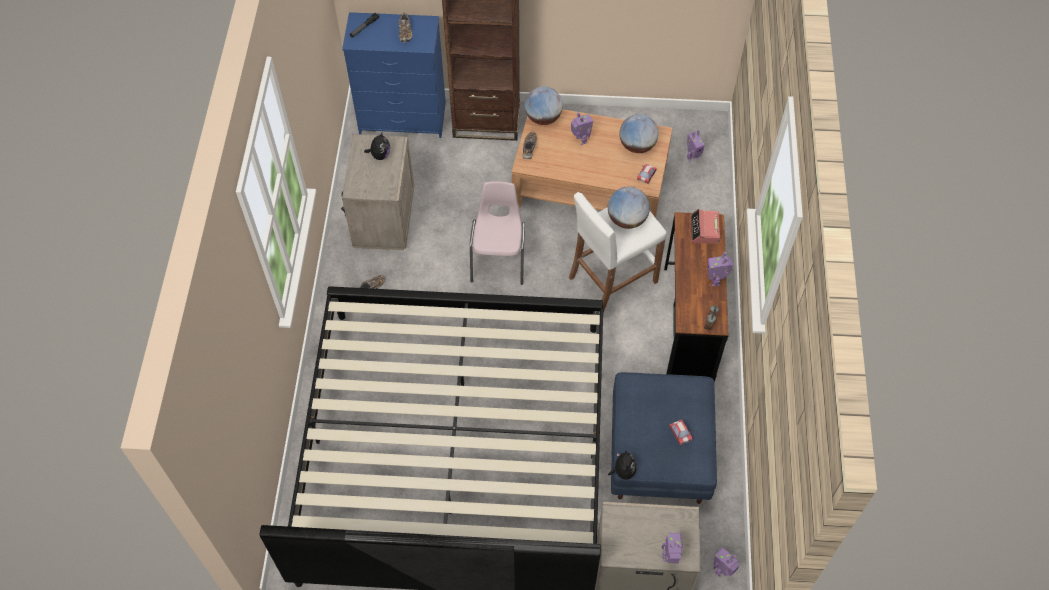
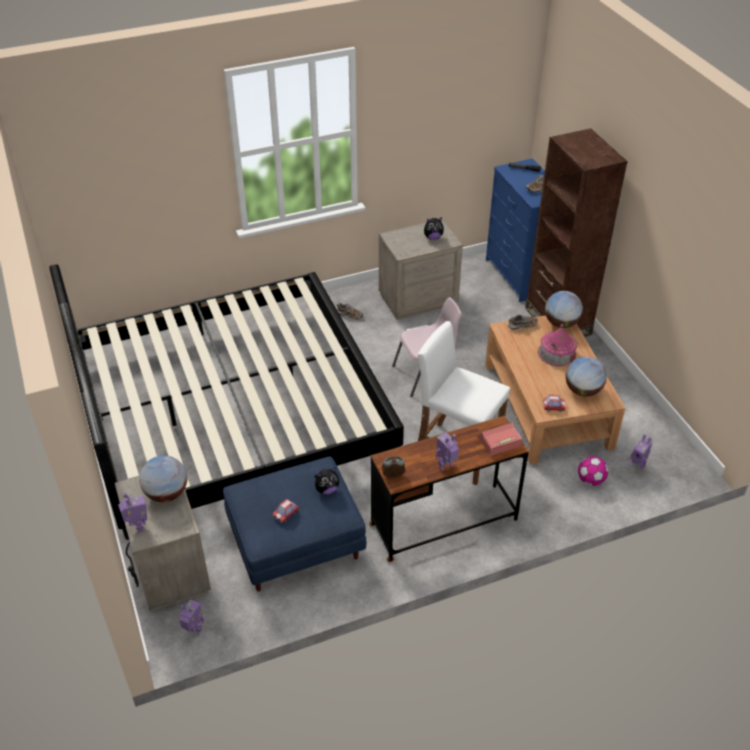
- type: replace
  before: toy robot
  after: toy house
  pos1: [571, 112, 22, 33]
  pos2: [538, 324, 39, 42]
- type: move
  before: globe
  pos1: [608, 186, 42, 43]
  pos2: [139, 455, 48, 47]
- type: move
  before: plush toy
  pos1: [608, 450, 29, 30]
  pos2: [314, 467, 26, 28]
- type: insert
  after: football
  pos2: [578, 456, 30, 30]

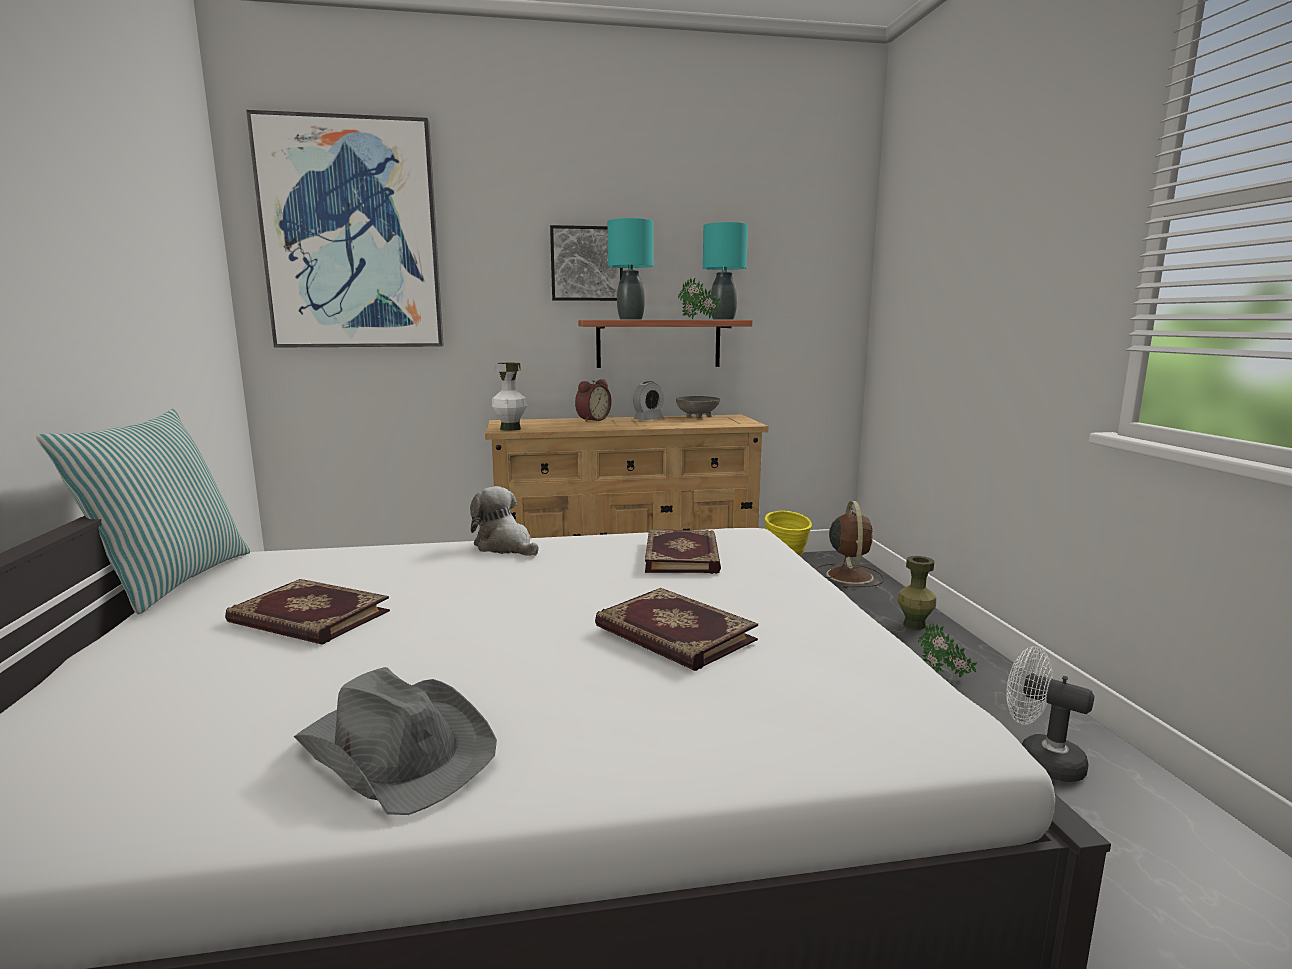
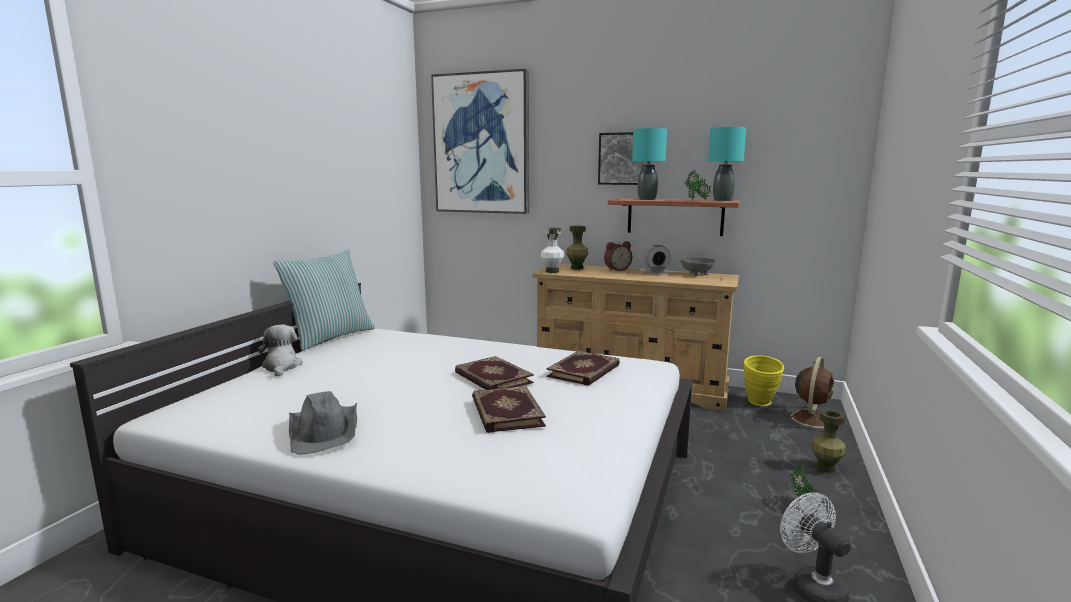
- type: move
  before: plush toy
  pos1: [470, 486, 69, 70]
  pos2: [258, 325, 45, 52]
- type: move
  before: book
  pos1: [225, 579, 165, 65]
  pos2: [455, 356, 79, 34]
- type: insert
  after: green vase
  pos2: [566, 226, 23, 44]

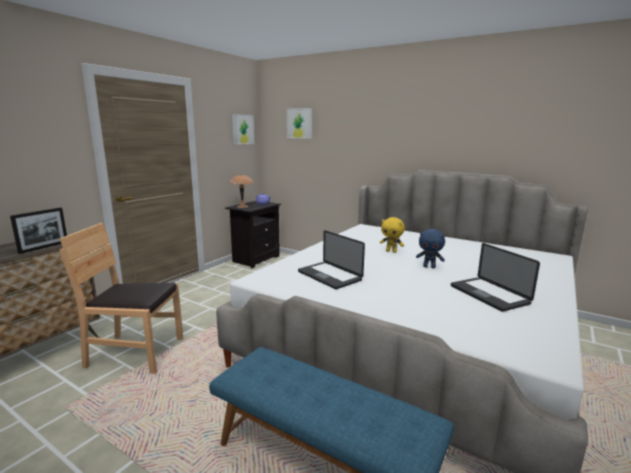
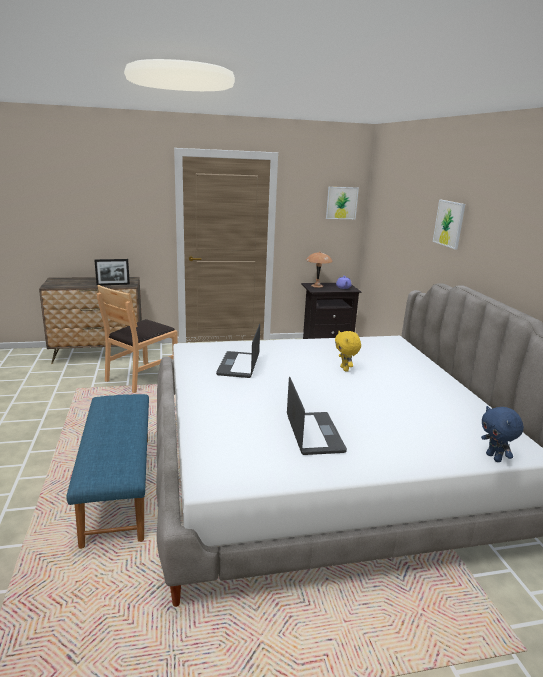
- type: move
  before: picture
  pos1: [287, 108, 25, 31]
  pos2: [433, 200, 32, 49]
- type: rotate
  before: brown chair
  pos1: [60, 223, 123, 151]
  pos2: [96, 285, 82, 108]
  turn: -105
- type: move
  before: blue plush toy
  pos1: [416, 229, 29, 39]
  pos2: [481, 406, 43, 56]
- type: rotate
  before: laptop
  pos1: [451, 243, 89, 69]
  pos2: [287, 377, 60, 78]
  turn: 150

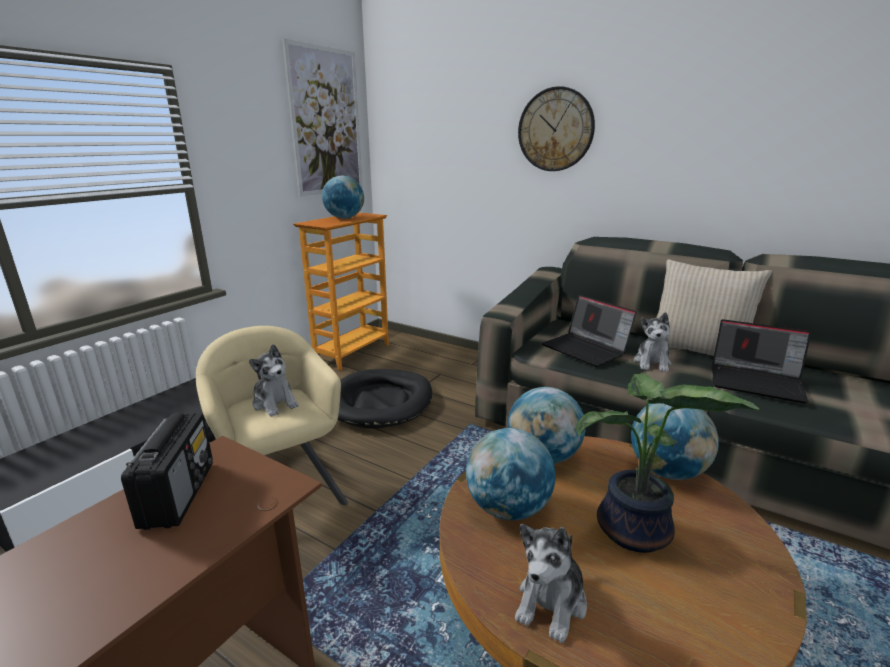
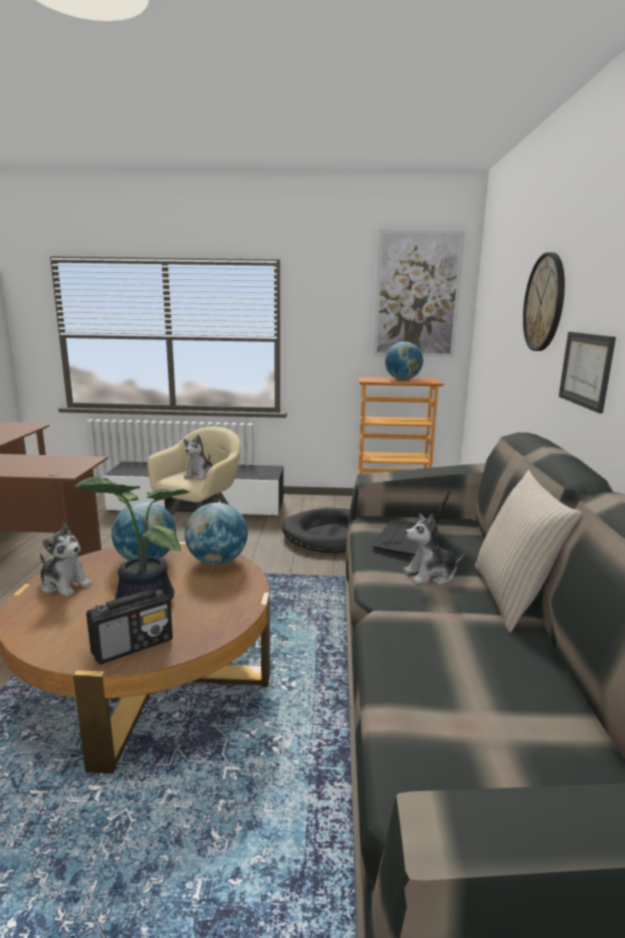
- type: delete
  before: laptop
  pos1: [712, 319, 99, 85]
- type: delete
  before: globe
  pos1: [631, 403, 88, 77]
- type: move
  before: radio
  pos1: [121, 413, 92, 117]
  pos2: [86, 589, 87, 75]
- type: rotate
  before: plush toy
  pos1: [515, 524, 72, 119]
  pos2: [40, 523, 53, 74]
  turn: -150
- type: insert
  after: picture
  pos2: [559, 332, 57, 82]

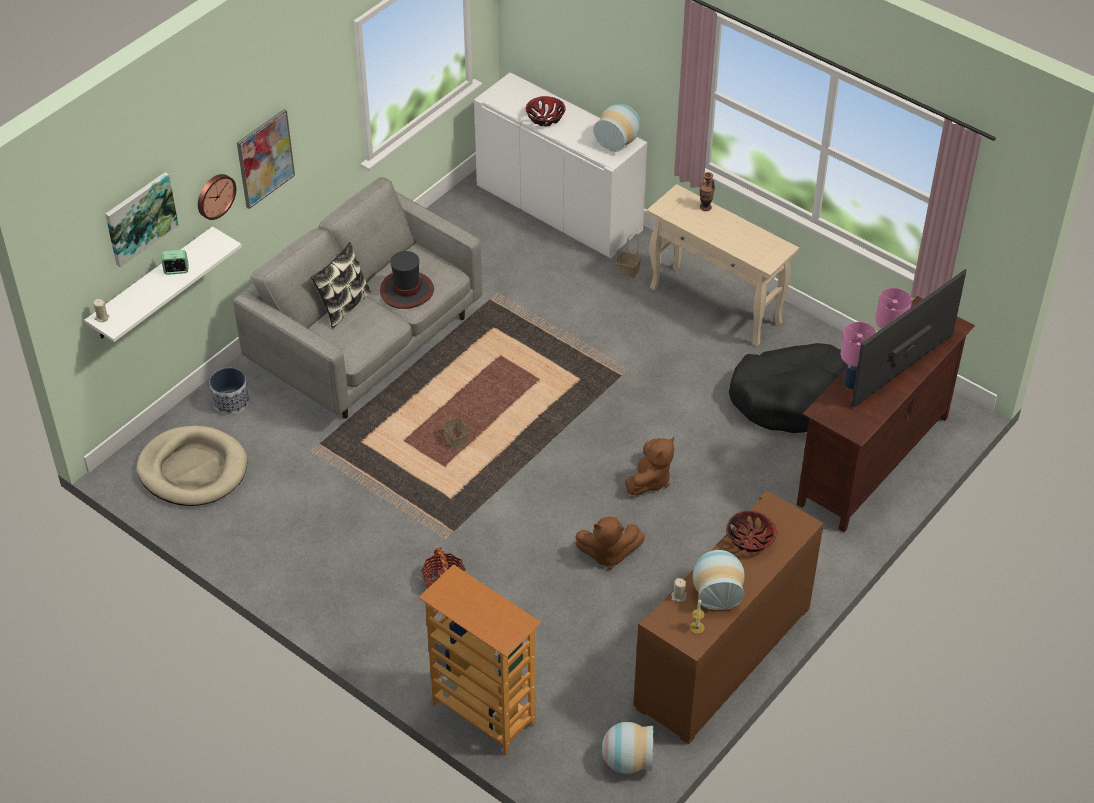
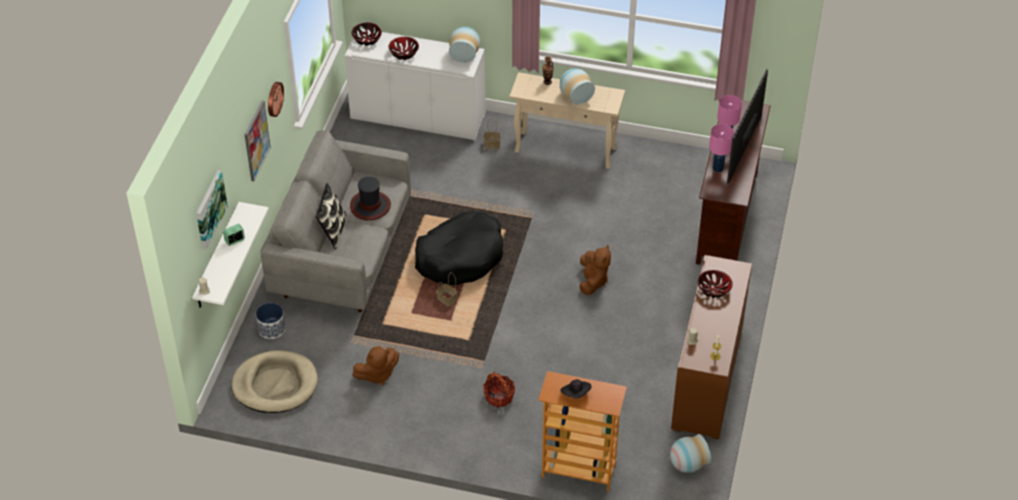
- type: move
  before: wall clock
  pos1: [198, 174, 38, 46]
  pos2: [268, 82, 16, 35]
- type: move
  before: black dog bed
  pos1: [729, 343, 118, 90]
  pos2: [415, 211, 88, 74]
- type: move
  before: brown plush toy
  pos1: [575, 516, 70, 54]
  pos2: [353, 346, 46, 39]
- type: move
  before: vase
  pos1: [693, 550, 52, 60]
  pos2: [560, 68, 35, 37]
- type: insert
  after: bowl
  pos2: [351, 22, 31, 24]
- type: insert
  after: black hat
  pos2: [560, 379, 32, 19]

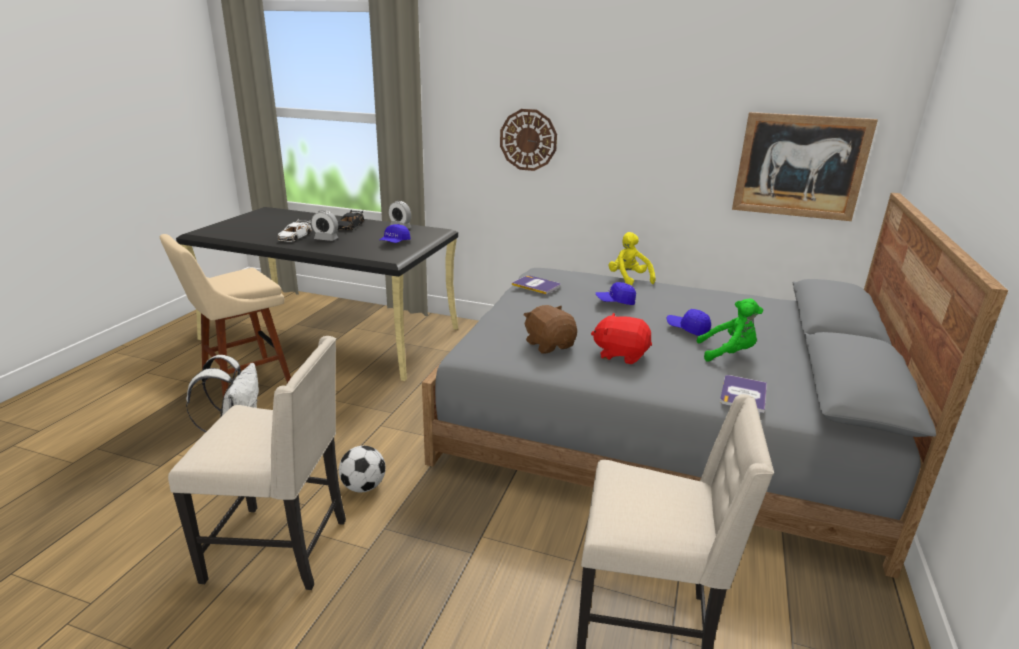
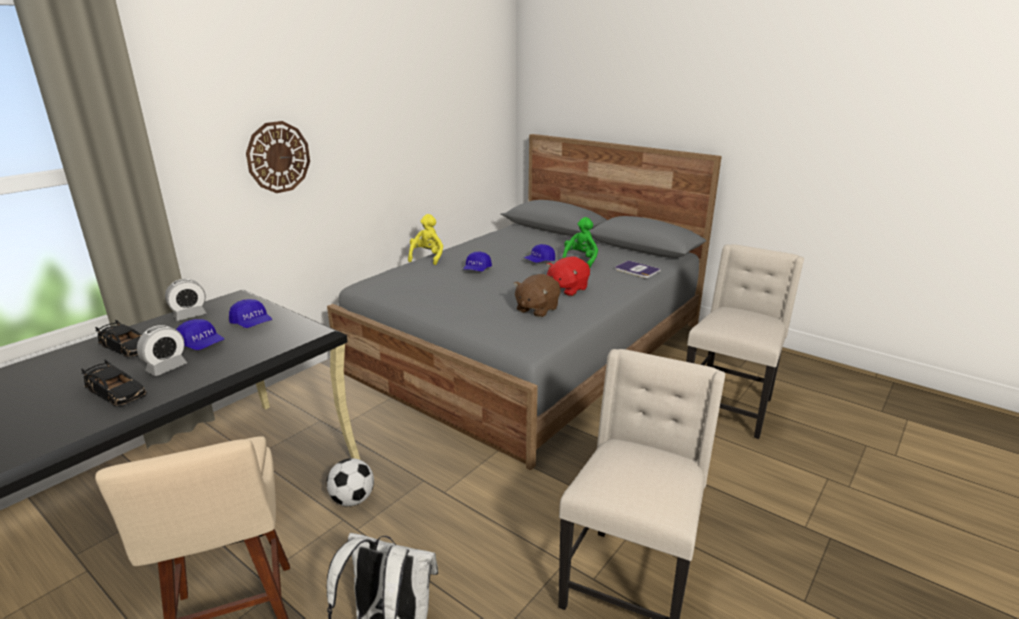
- type: delete
  before: picture
  pos1: [732, 112, 146, 109]
- type: recolor
  before: white toy car
  after: black toy car
  pos1: [278, 219, 34, 23]
  pos2: [81, 360, 66, 46]
- type: rotate
  before: yellow plush toy
  pos1: [609, 232, 47, 54]
  pos2: [408, 214, 35, 51]
  turn: 105
- type: delete
  before: book
  pos1: [512, 275, 48, 20]
- type: rotate
  before: brown plush toy
  pos1: [523, 305, 54, 49]
  pos2: [513, 274, 48, 43]
  turn: -45
- type: move
  before: football
  pos1: [339, 446, 47, 47]
  pos2: [326, 458, 48, 48]
- type: insert
  after: blue cap
  pos2: [176, 319, 48, 31]

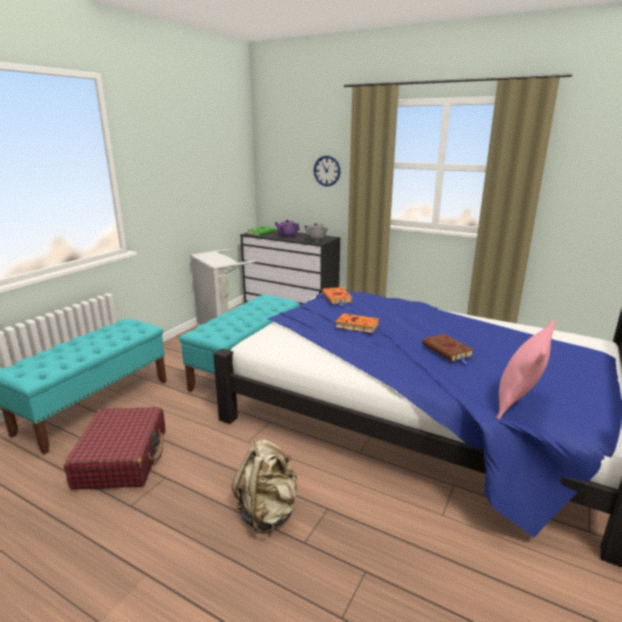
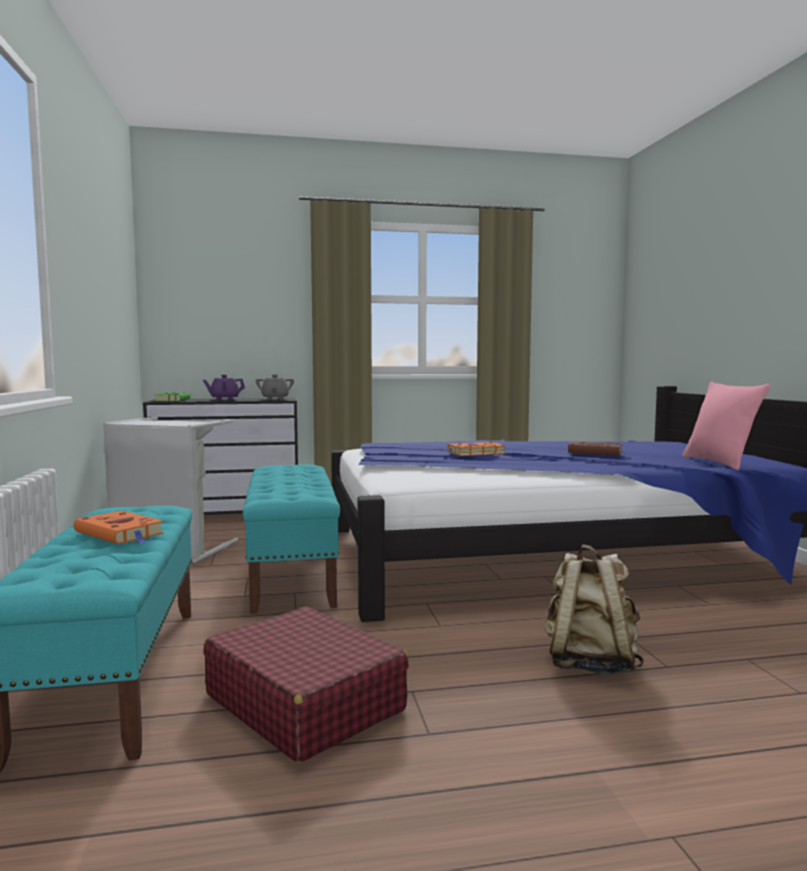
- type: delete
  before: wall clock
  pos1: [314, 155, 26, 31]
- type: move
  before: orange book
  pos1: [323, 287, 30, 19]
  pos2: [74, 510, 90, 34]

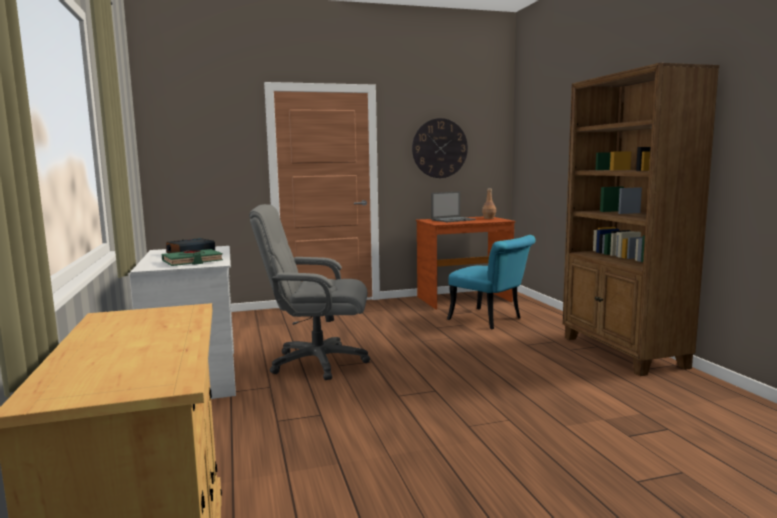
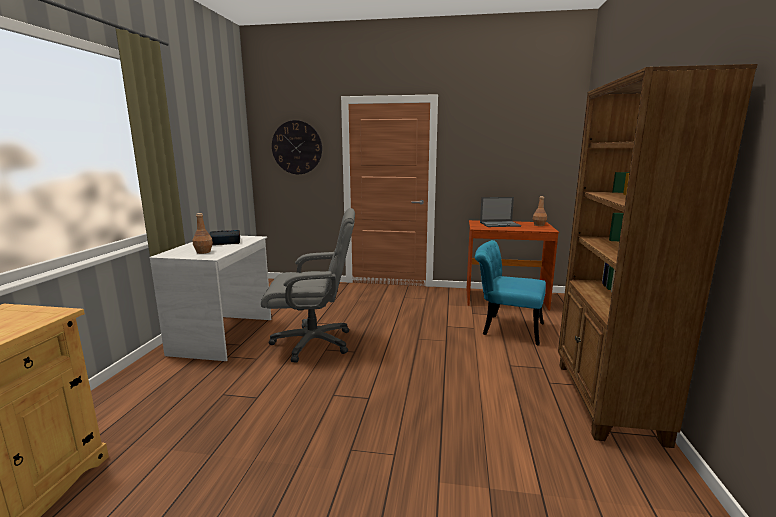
- type: move
  before: wall clock
  pos1: [412, 118, 56, 60]
  pos2: [272, 120, 50, 54]
- type: rotate
  before: grey office chair
  pos1: [249, 204, 121, 176]
  pos2: [261, 208, 94, 155]
  turn: 150
- type: rotate
  before: turquoise chair
  pos1: [447, 235, 88, 94]
  pos2: [475, 240, 71, 105]
  turn: 135
- type: replace
  before: green book
  after: brown bottle
  pos1: [162, 249, 61, 17]
  pos2: [192, 213, 21, 41]

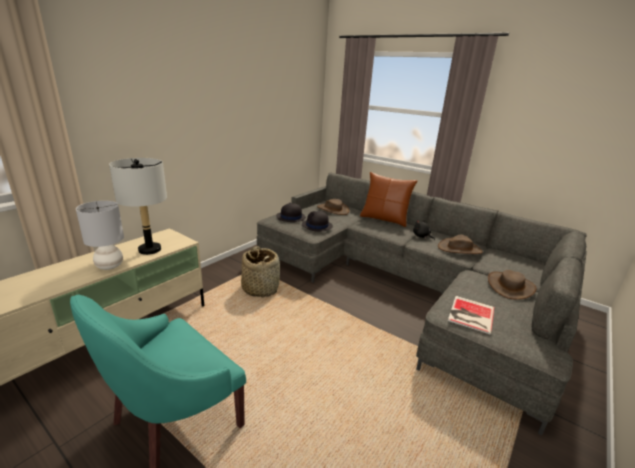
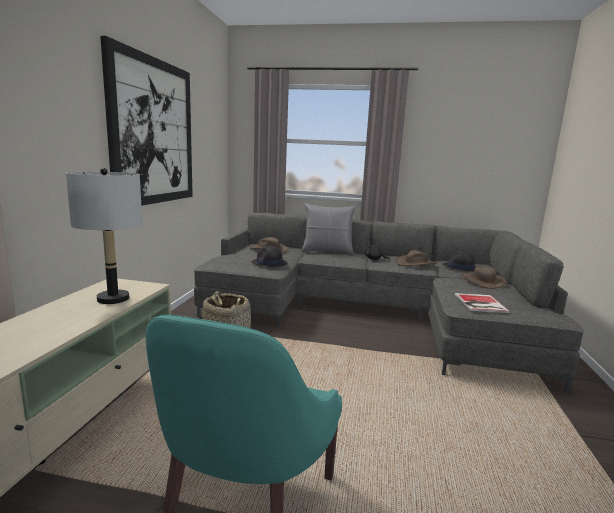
- type: recolor
  before: brown pillow
  after: grey pillow
  pos1: [360, 172, 58, 55]
  pos2: [301, 203, 55, 52]
- type: delete
  before: grey table lamp
  pos1: [76, 201, 48, 69]
- type: move
  before: black hat
  pos1: [276, 203, 30, 19]
  pos2: [443, 251, 33, 20]
- type: insert
  after: picture
  pos2: [100, 36, 93, 170]

